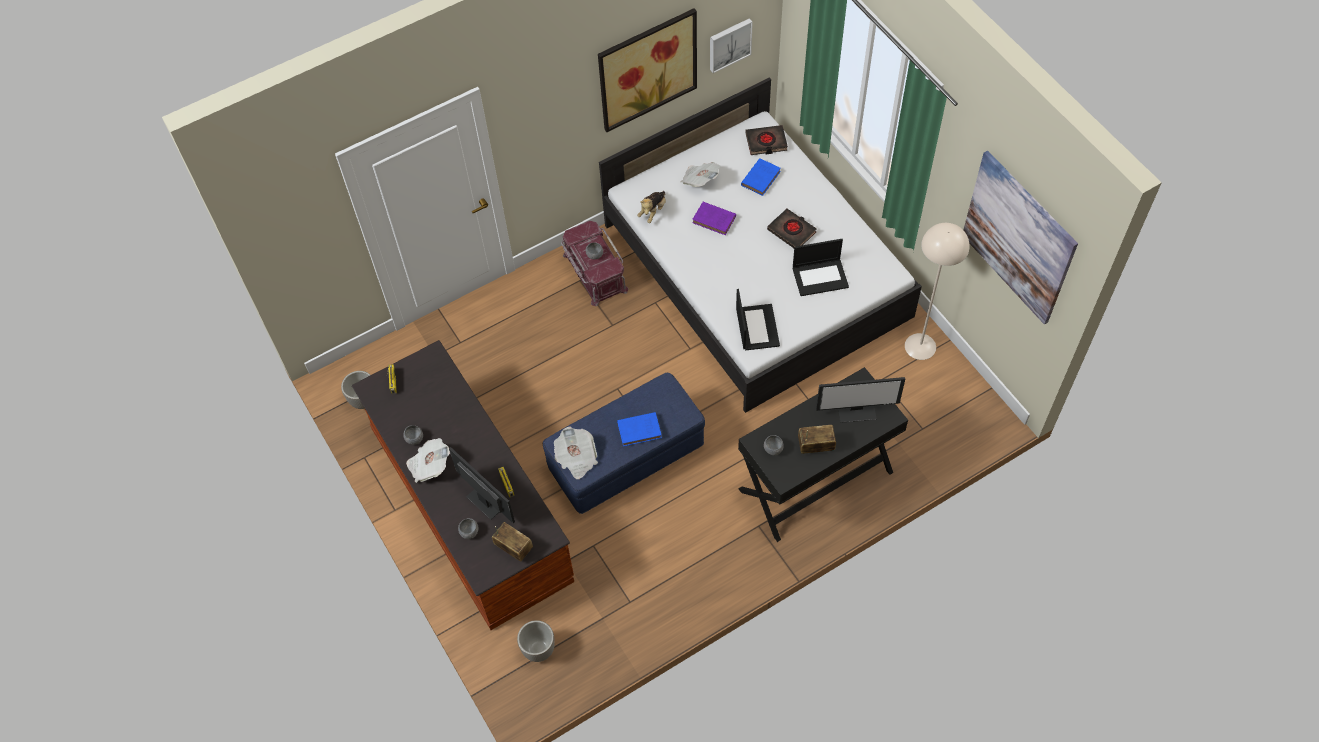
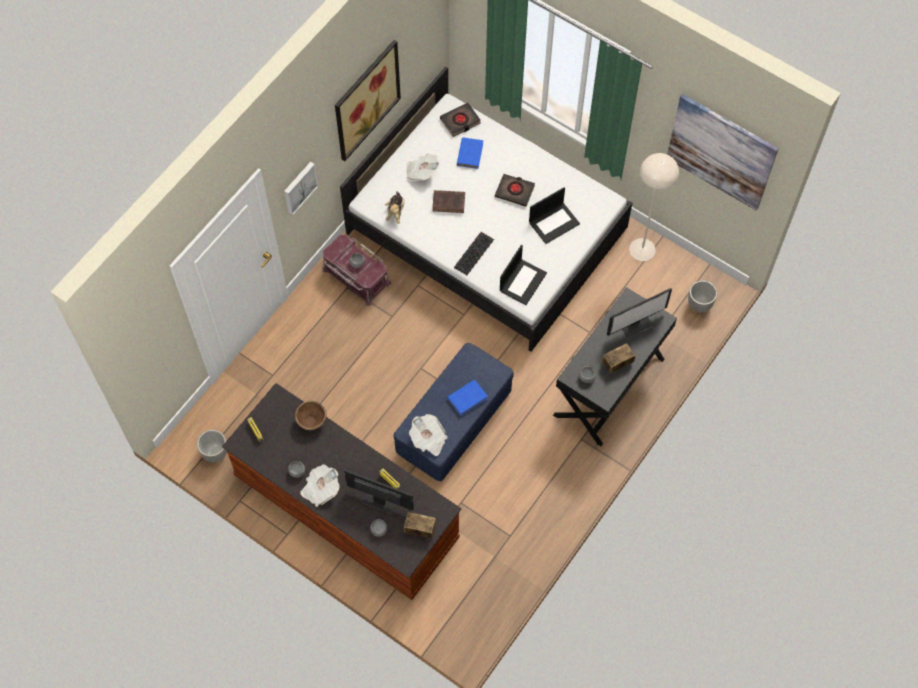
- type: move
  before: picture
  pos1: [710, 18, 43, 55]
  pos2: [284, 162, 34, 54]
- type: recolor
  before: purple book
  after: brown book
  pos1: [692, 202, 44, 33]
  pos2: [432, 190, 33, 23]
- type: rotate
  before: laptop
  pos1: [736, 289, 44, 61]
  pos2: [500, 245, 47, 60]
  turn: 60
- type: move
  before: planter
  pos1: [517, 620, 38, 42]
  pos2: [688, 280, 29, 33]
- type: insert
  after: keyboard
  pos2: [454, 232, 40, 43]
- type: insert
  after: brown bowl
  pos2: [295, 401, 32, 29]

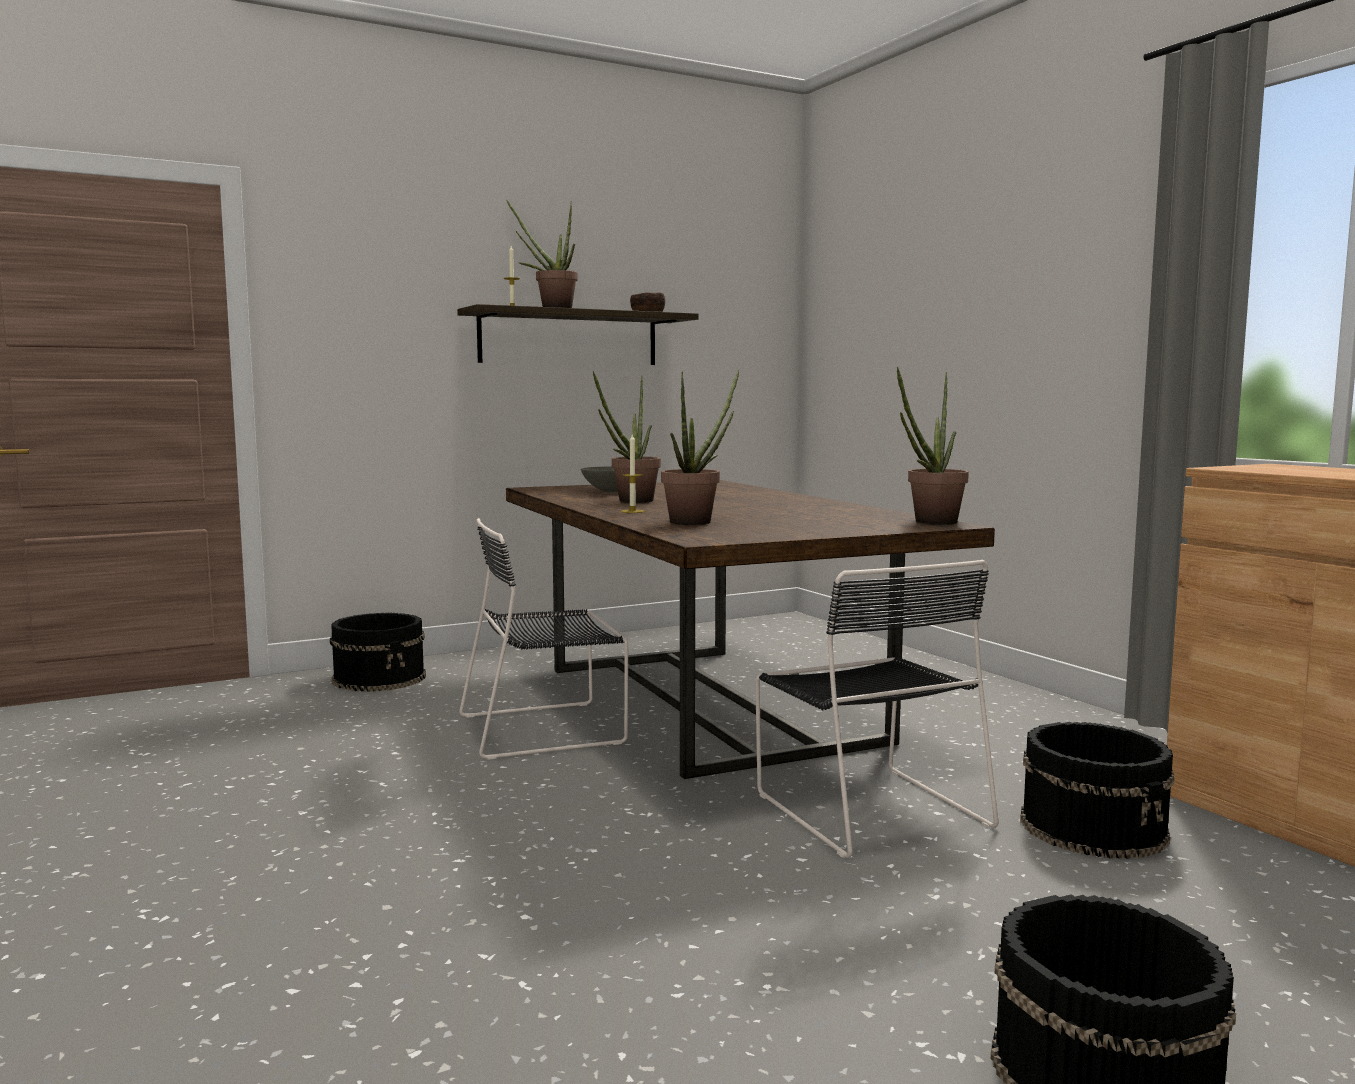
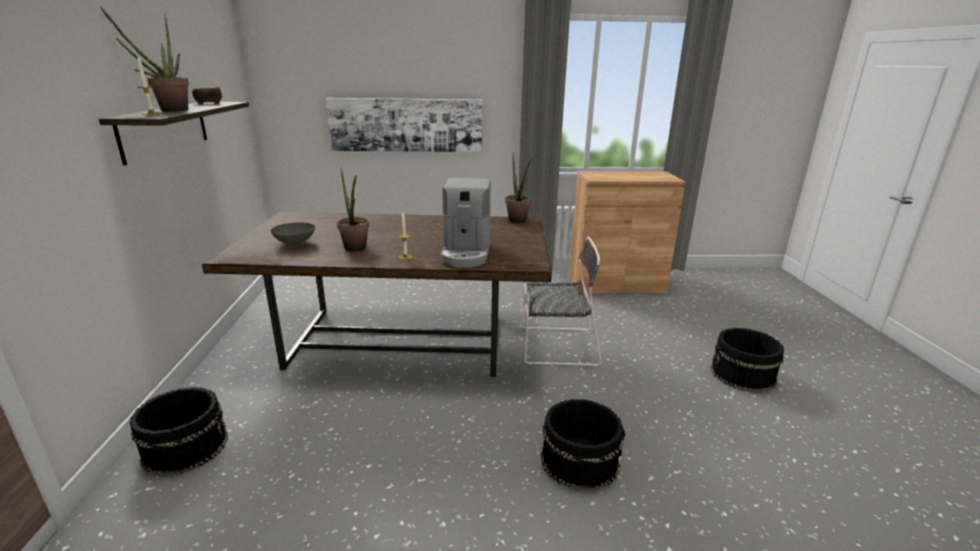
- type: replace
  before: potted plant
  after: coffee machine
  pos1: [661, 369, 78, 156]
  pos2: [441, 178, 50, 90]
- type: delete
  before: black chair
  pos1: [459, 518, 169, 242]
- type: move
  before: black bucket
  pos1: [1020, 722, 155, 137]
  pos2: [541, 399, 84, 92]
- type: insert
  after: picture
  pos2: [326, 98, 156, 54]

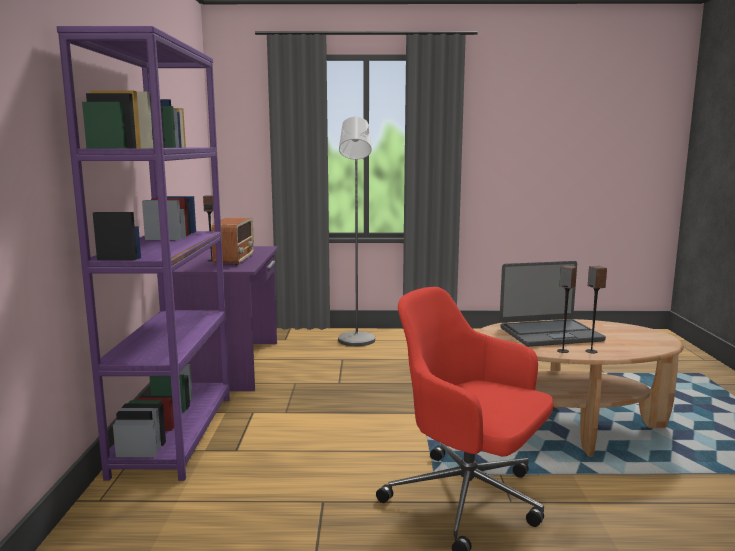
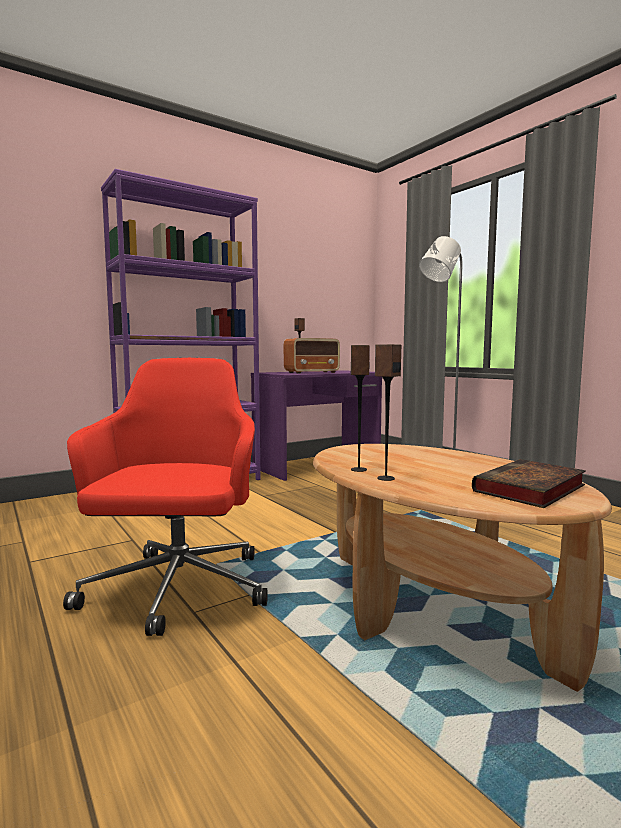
- type: delete
  before: laptop
  pos1: [499, 261, 107, 86]
- type: insert
  after: book
  pos2: [472, 459, 114, 49]

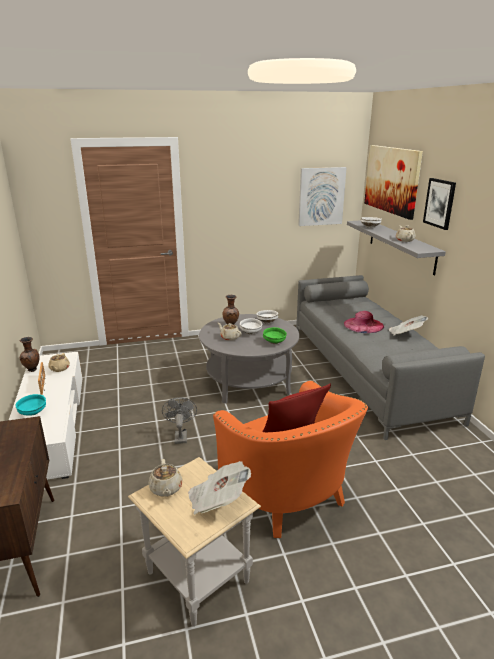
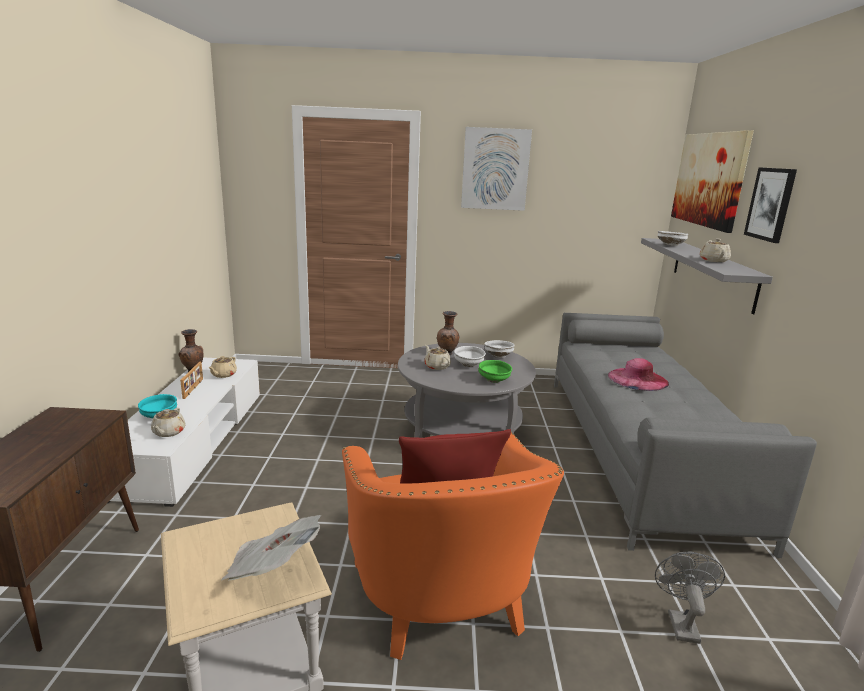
- type: move
  before: picture
  pos1: [298, 167, 49, 59]
  pos2: [461, 127, 71, 84]
- type: delete
  before: newspaper
  pos1: [389, 315, 39, 20]
- type: move
  before: grey fan
  pos1: [162, 397, 35, 47]
  pos2: [655, 552, 70, 92]
- type: move
  before: beige teapot
  pos1: [148, 459, 34, 38]
  pos2: [151, 408, 35, 29]

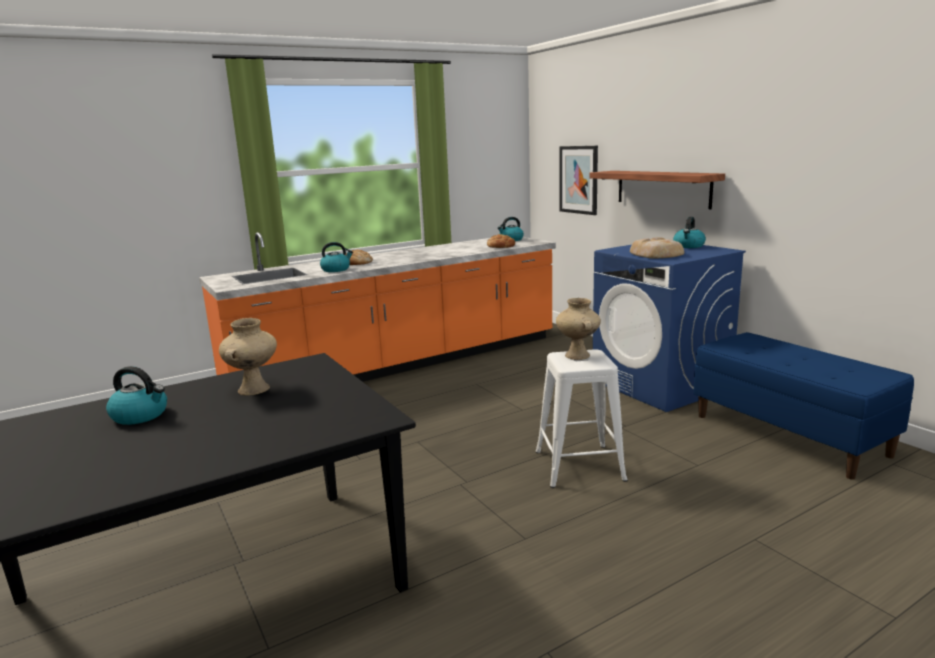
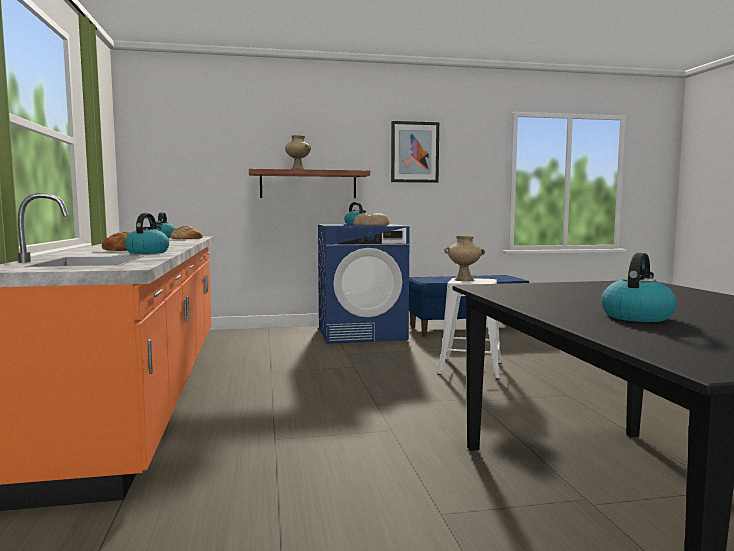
- type: move
  before: picture
  pos1: [559, 146, 39, 69]
  pos2: [391, 121, 48, 62]
- type: move
  before: beige vase
  pos1: [219, 318, 58, 78]
  pos2: [285, 135, 26, 35]

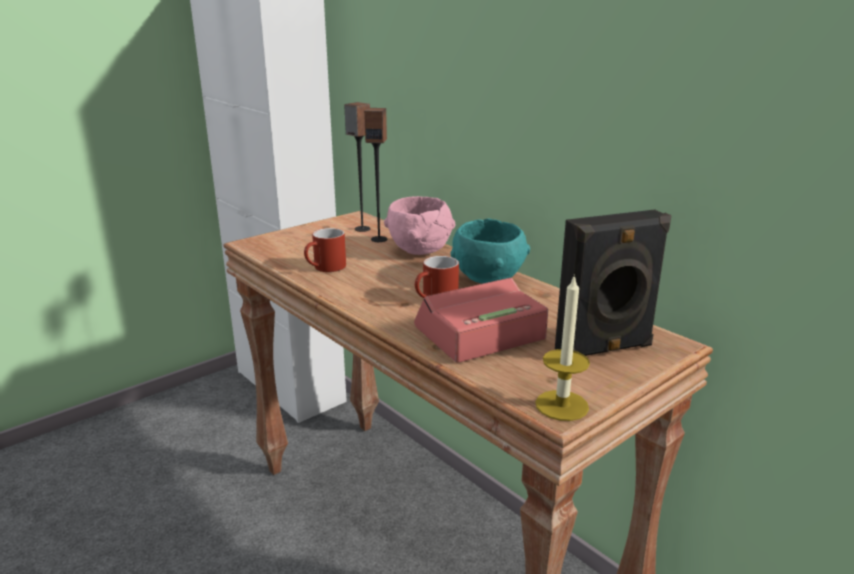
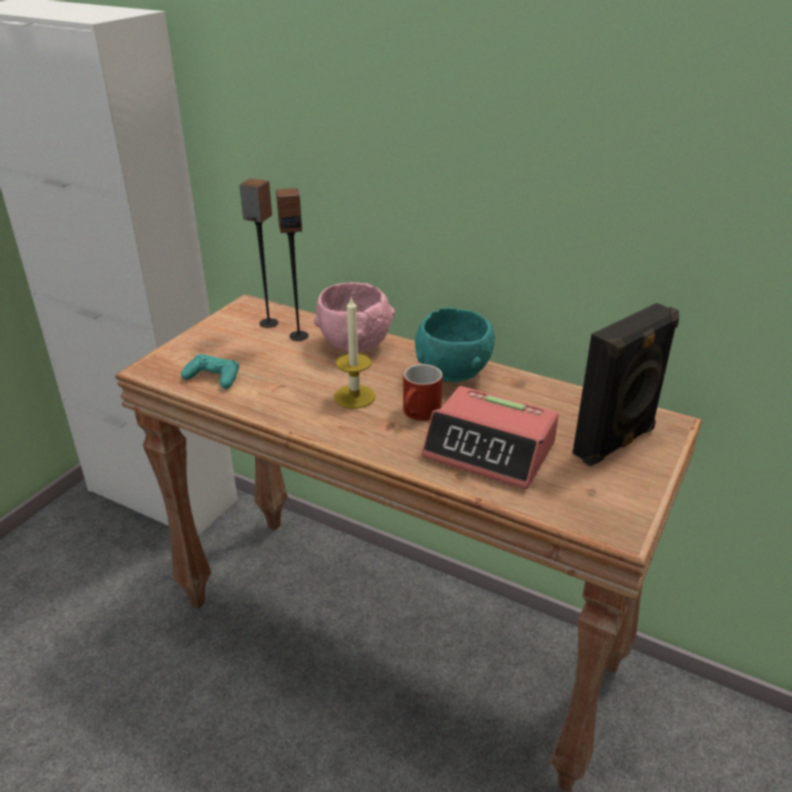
- type: delete
  before: red mug
  pos1: [304, 228, 42, 44]
- type: move
  before: candle
  pos1: [535, 274, 55, 147]
  pos2: [334, 296, 42, 113]
- type: rotate
  before: alarm clock
  pos1: [414, 278, 134, 85]
  pos2: [422, 386, 137, 103]
  turn: -105
- type: insert
  after: turquoise game controller
  pos2: [181, 354, 58, 35]

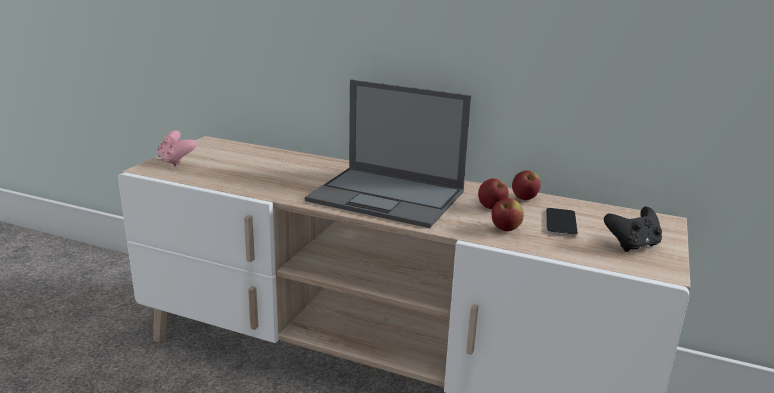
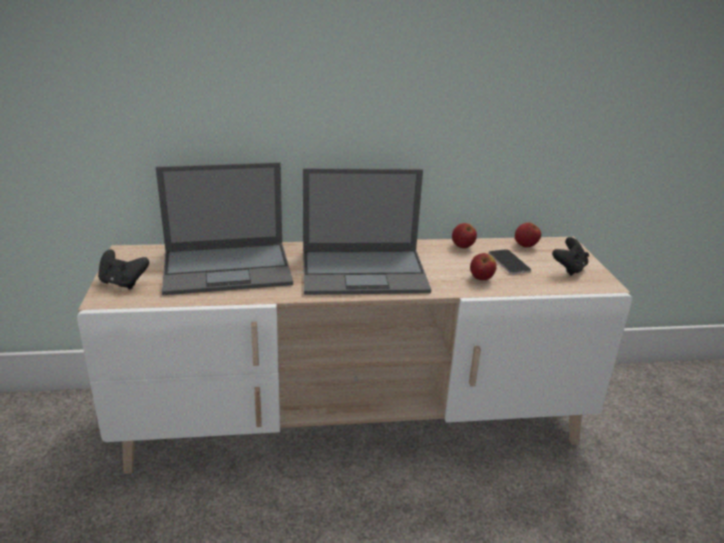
- type: recolor
  before: pink game controller
  after: black game controller
  pos1: [157, 130, 39, 36]
  pos2: [98, 249, 51, 40]
- type: move
  before: apple
  pos1: [478, 178, 31, 31]
  pos2: [515, 222, 26, 25]
- type: insert
  after: laptop
  pos2: [156, 162, 137, 133]

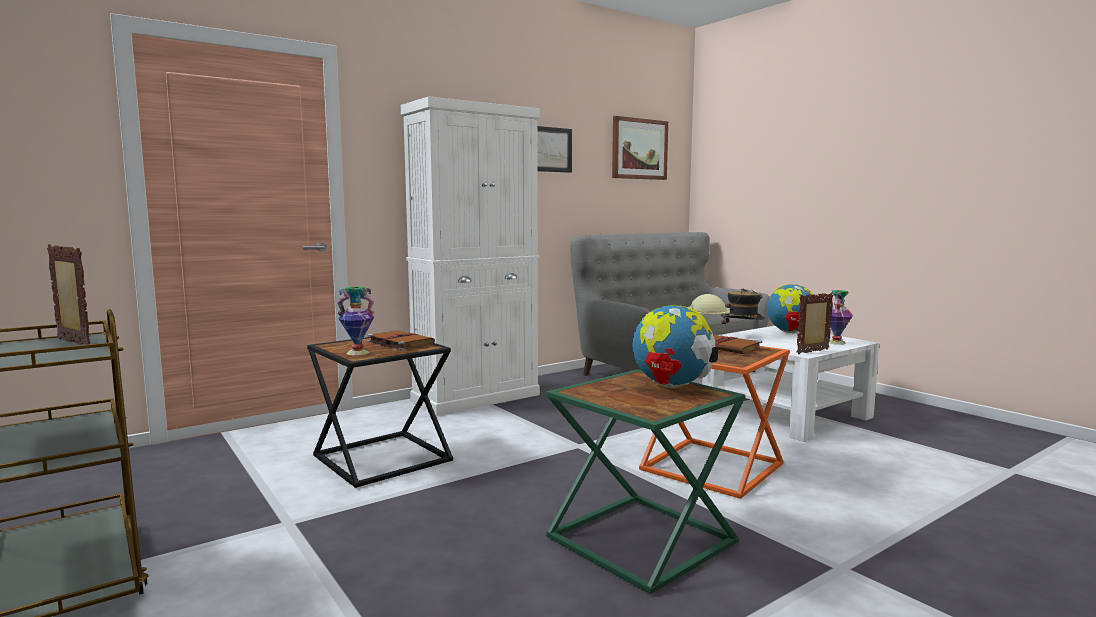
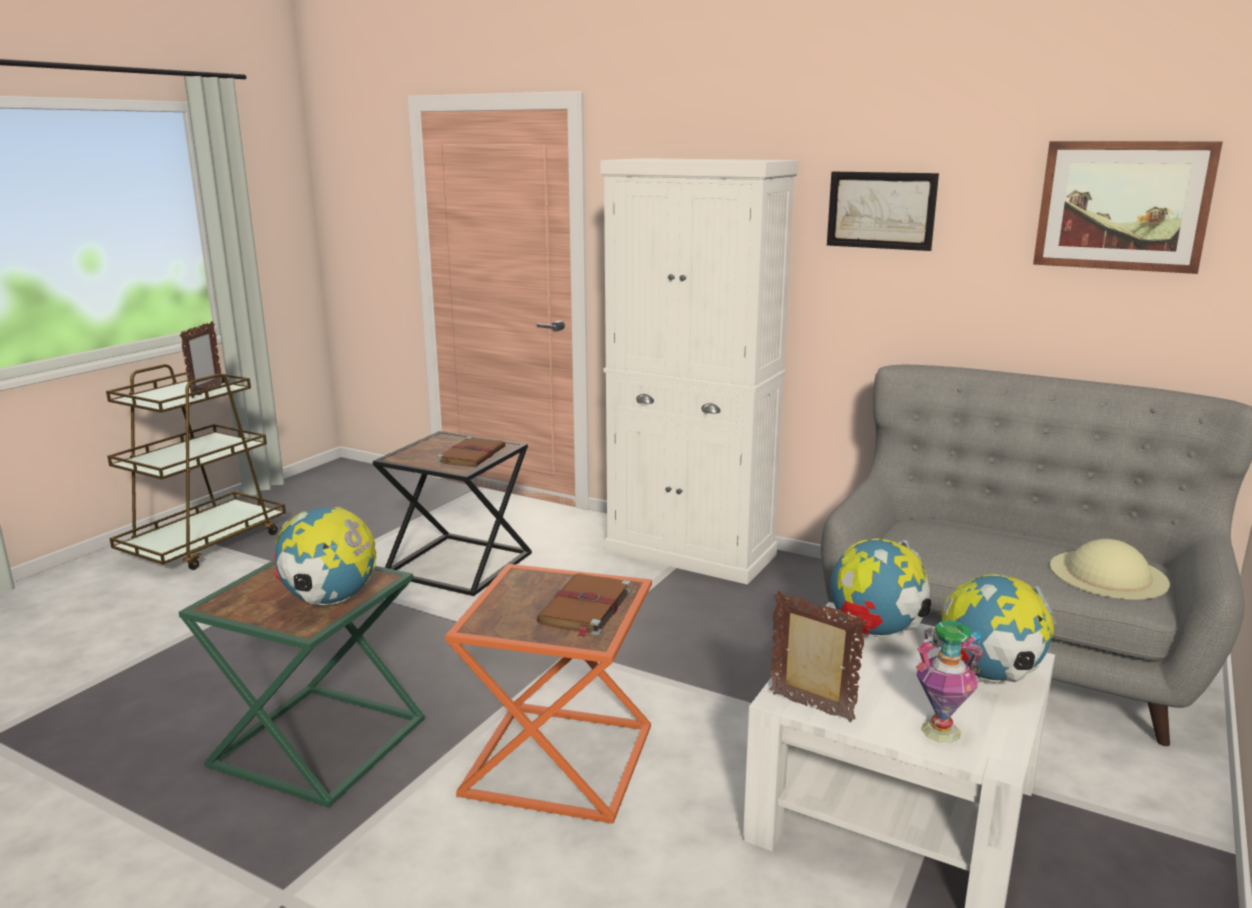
- type: delete
  before: vase
  pos1: [336, 287, 39, 68]
- type: replace
  before: hat
  after: globe
  pos1: [721, 288, 43, 37]
  pos2: [830, 538, 101, 99]

